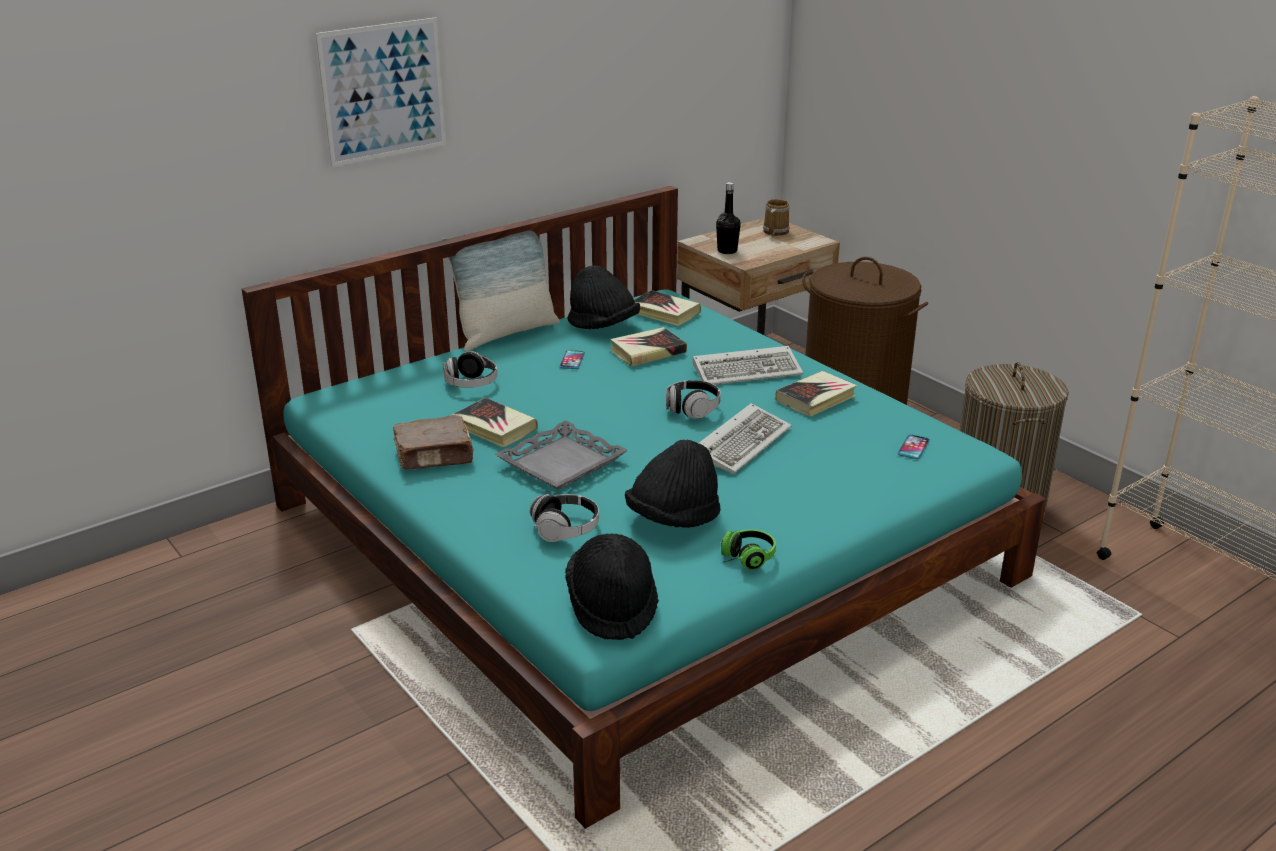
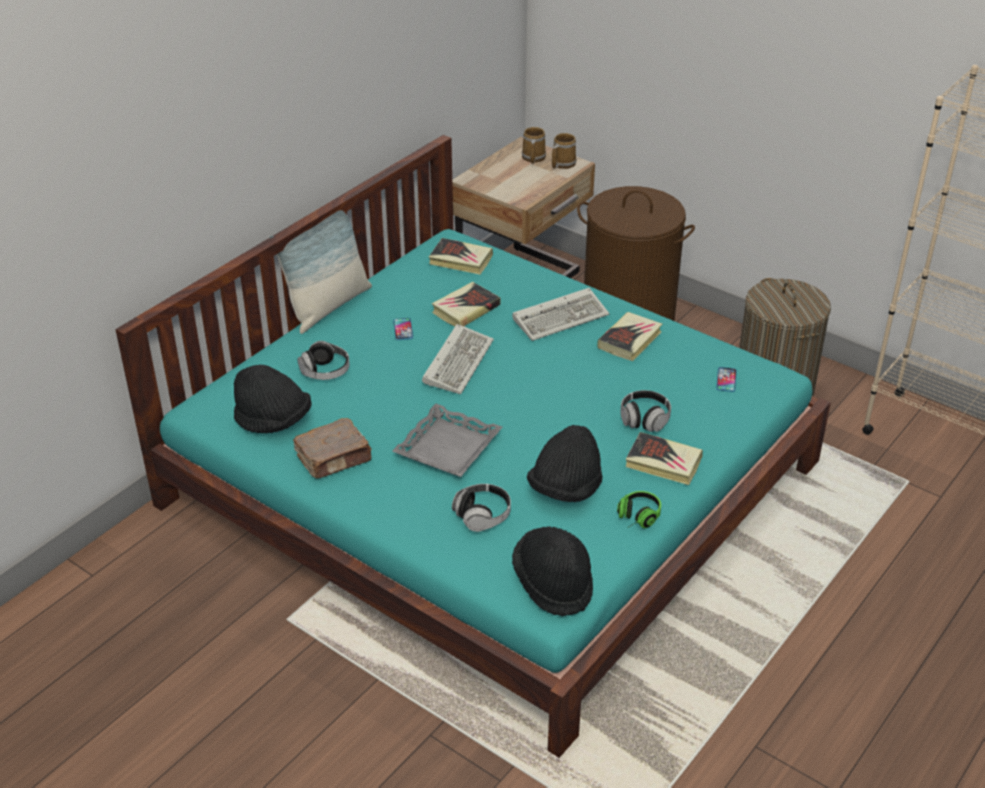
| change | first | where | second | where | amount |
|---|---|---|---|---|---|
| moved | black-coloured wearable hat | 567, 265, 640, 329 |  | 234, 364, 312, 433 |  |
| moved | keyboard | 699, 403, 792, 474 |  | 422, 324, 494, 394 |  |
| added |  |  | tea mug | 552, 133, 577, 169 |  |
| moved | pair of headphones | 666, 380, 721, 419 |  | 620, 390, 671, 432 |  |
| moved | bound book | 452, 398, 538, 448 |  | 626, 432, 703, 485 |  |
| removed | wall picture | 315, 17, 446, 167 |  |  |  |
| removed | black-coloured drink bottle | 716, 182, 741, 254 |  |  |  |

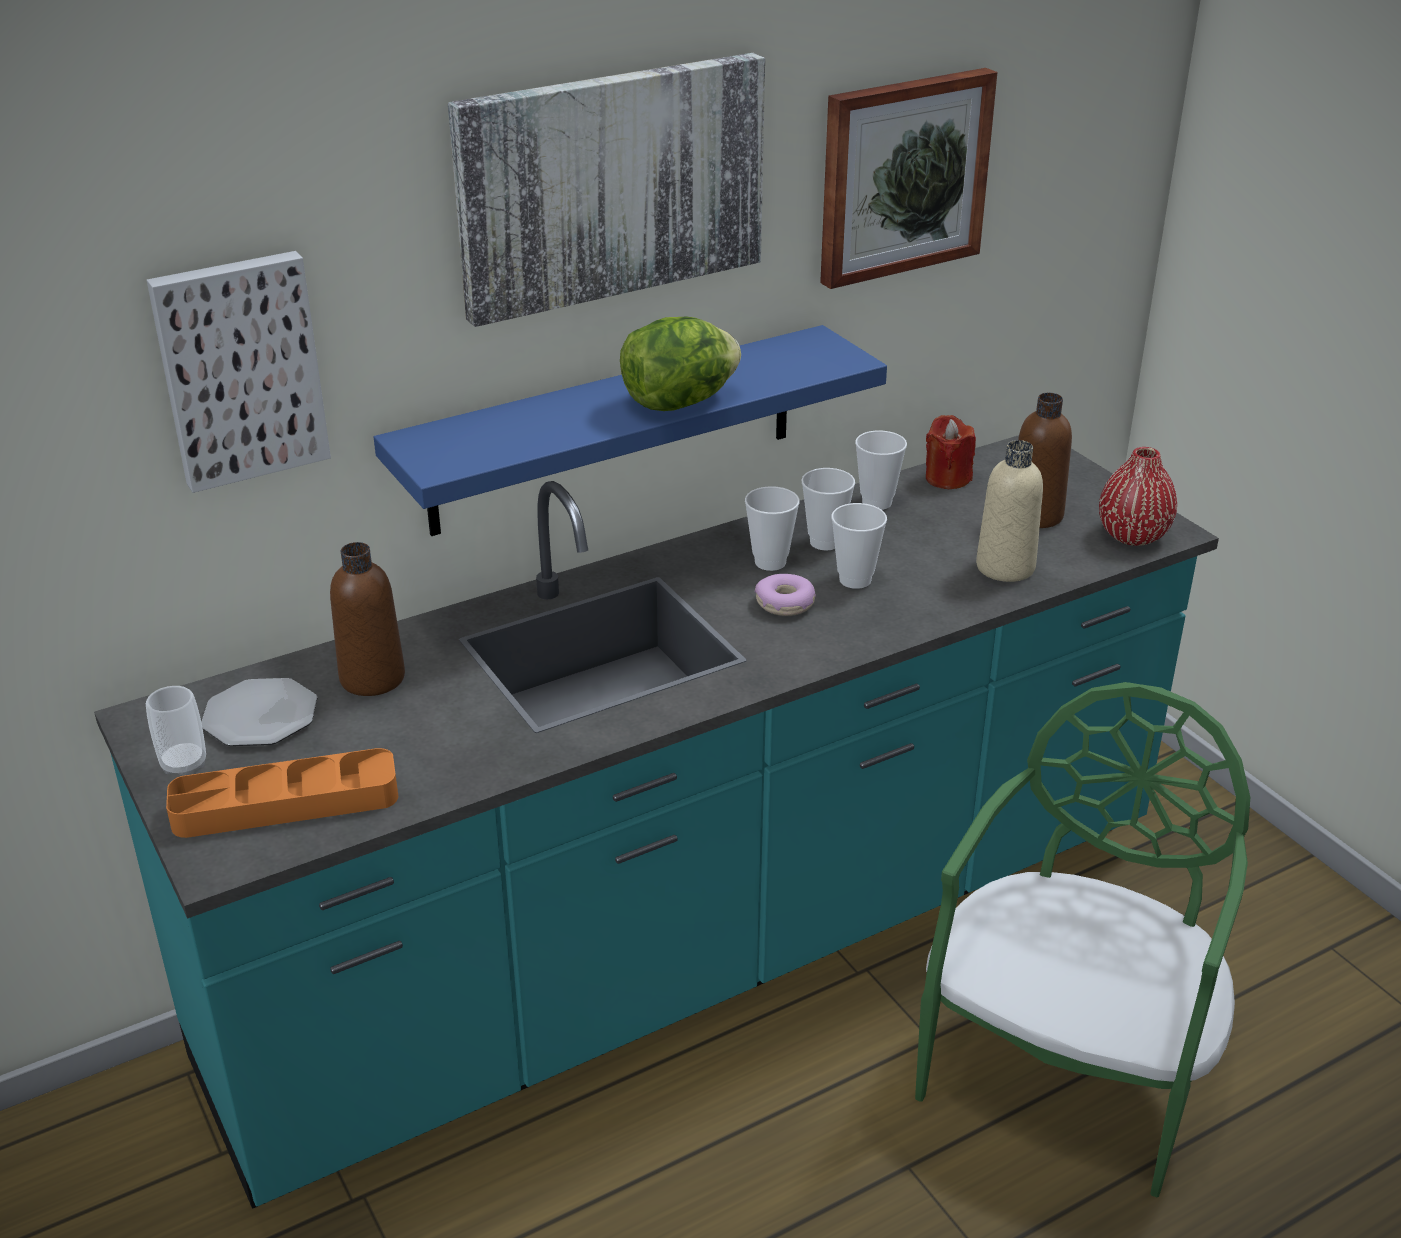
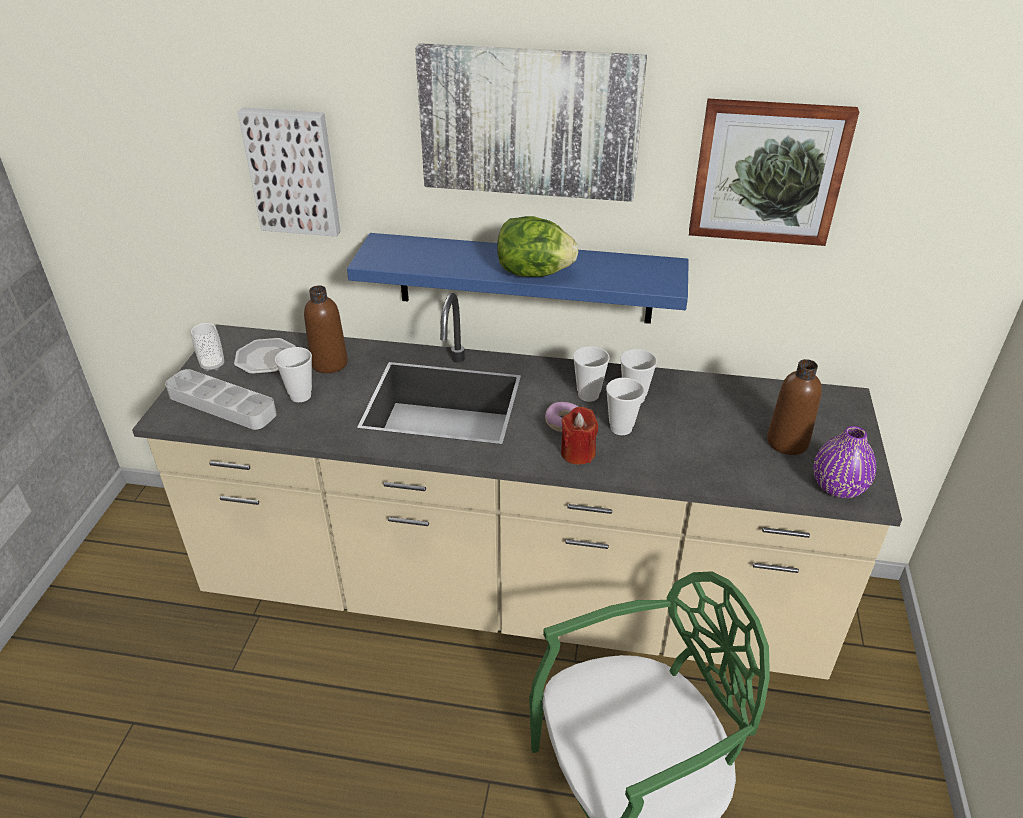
| change | first | where | second | where | amount |
|---|---|---|---|---|---|
| recoloured | blue-green kitchen counter | 94, 435, 1219, 1209 | beige-coloured kitchen counter | 132, 293, 902, 680 |  |
| recoloured | orange-coloured tray | 166, 748, 398, 838 | greyish tray | 165, 369, 277, 430 |  |
| moved | small cup | 855, 431, 907, 510 |  | 275, 347, 312, 402 |  |
| moved | reddish wax light | 926, 415, 976, 489 |  | 561, 407, 598, 465 |  |
| recoloured | reddish flower vase | 1099, 447, 1177, 546 | purple flower vase | 813, 426, 876, 498 |  |
| removed | beige-coloured drink bottle | 976, 440, 1043, 582 |  |  |  |

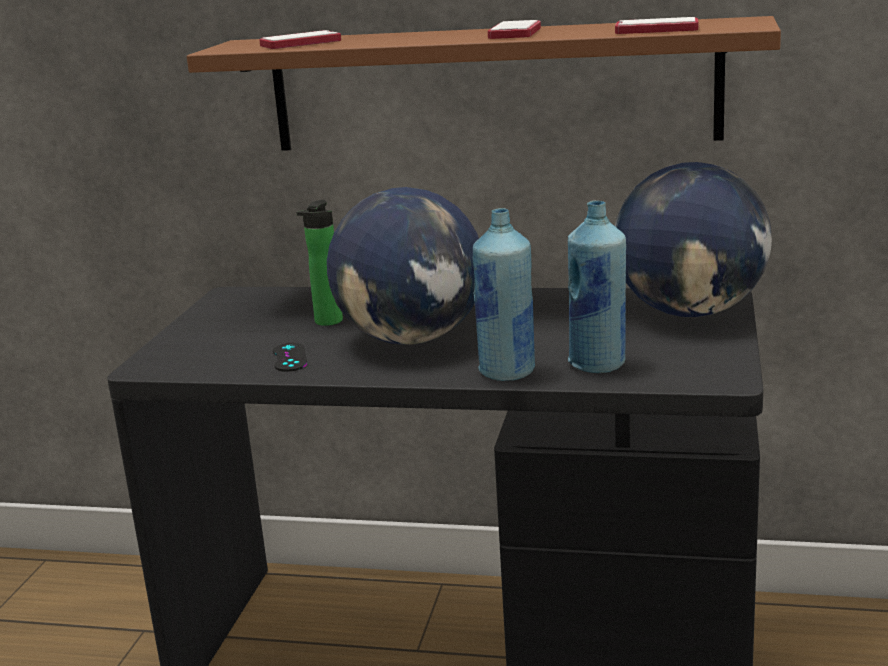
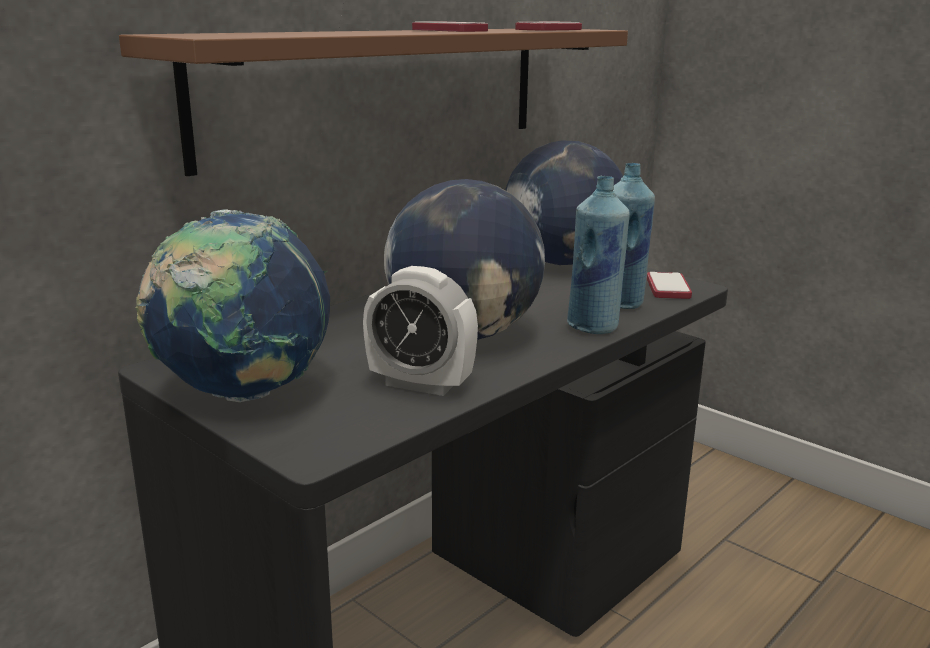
| change | first | where | second | where | amount |
|---|---|---|---|---|---|
| added |  |  | desk globe | 136, 209, 330, 402 |  |
| replaced | black-coloured joypad | 273, 343, 307, 372 | bedside clock | 363, 266, 478, 396 |  |
| moved | handset | 259, 30, 341, 49 |  | 647, 272, 692, 299 |  |
| removed | drink bottle | 297, 200, 343, 326 |  |  |  |

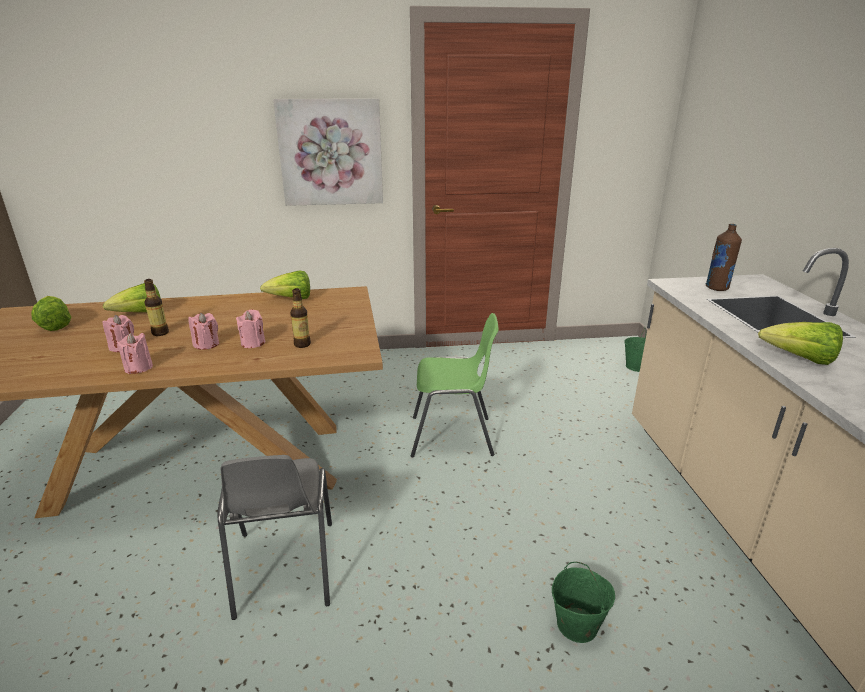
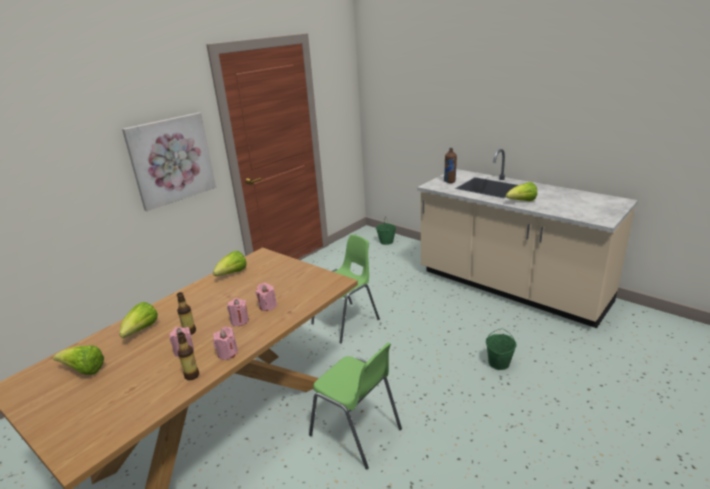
| change | first | where | second | where | amount |
|---|---|---|---|---|---|
| moved | drink bottle | 290, 288, 311, 348 |  | 177, 332, 199, 380 |  |
| recoloured | greyish plain chair | 218, 455, 332, 620 | greenish plain chair | 309, 343, 402, 469 |  |

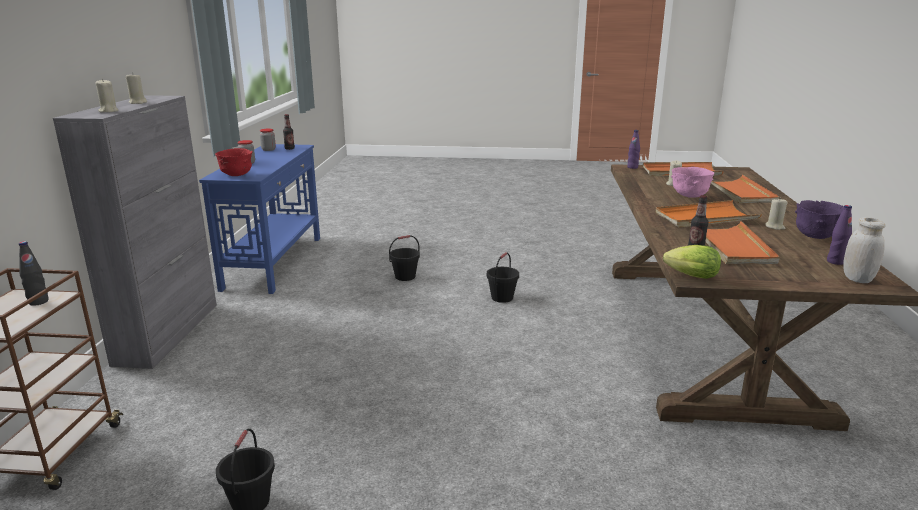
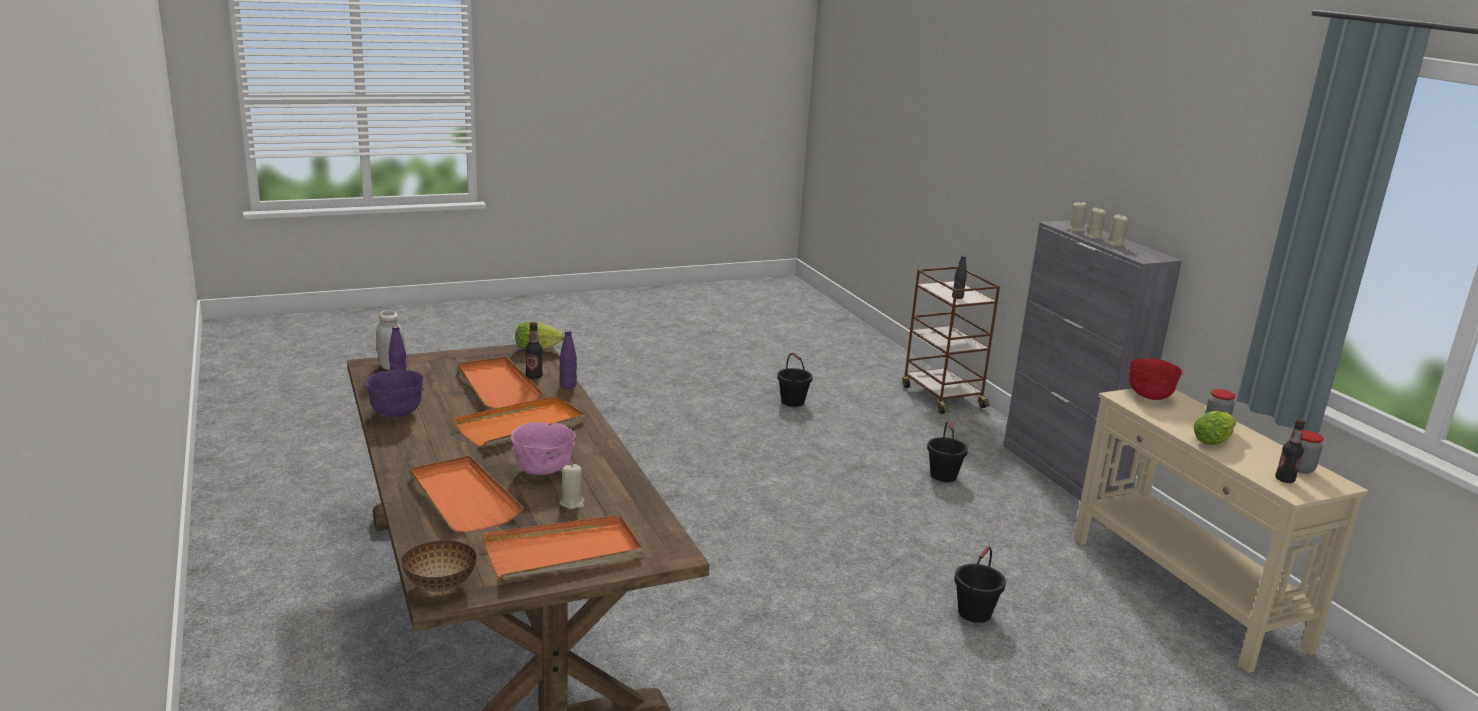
| change | first | where | second | where | amount |
|---|---|---|---|---|---|
| added |  |  | serving bowl | 402, 540, 477, 592 |  |
| moved | purple drink bottle | 627, 130, 640, 169 |  | 559, 330, 577, 388 |  |
| moved | black-coloured pail | 487, 252, 519, 303 |  | 927, 420, 968, 482 |  |
| recoloured | blue console table | 199, 144, 320, 294 | beige-coloured console table | 1073, 388, 1369, 673 |  |
| moved | beige-coloured wax light | 765, 198, 787, 230 |  | 1084, 208, 1106, 239 |  |
| added |  |  | lettuce head | 1193, 411, 1236, 445 |  |

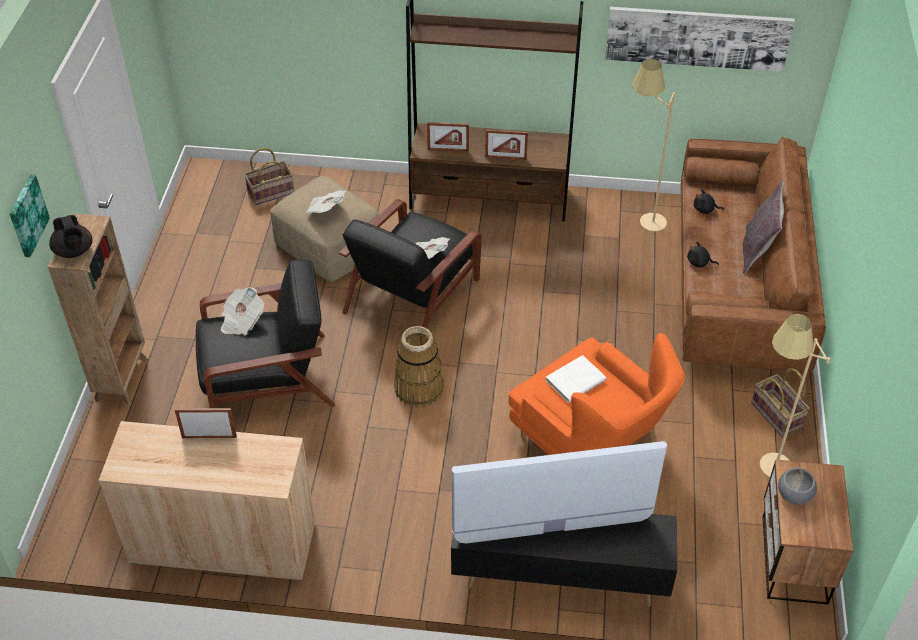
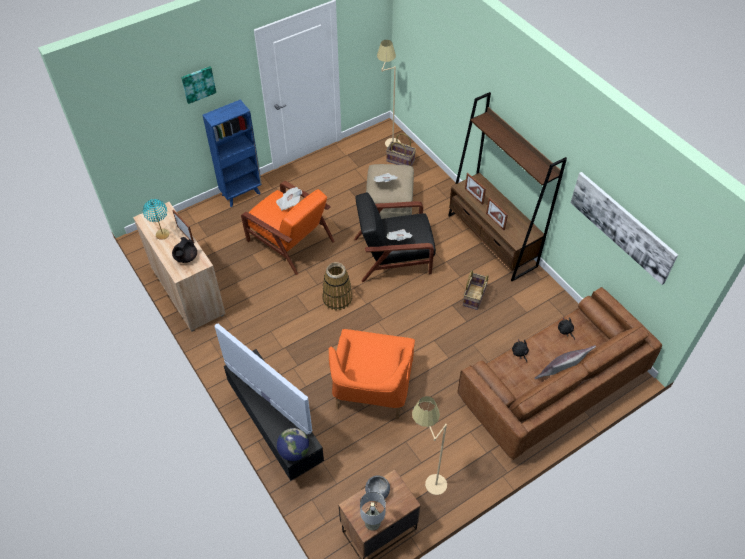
| change | first | where | second | where | amount |
|---|---|---|---|---|---|
| added |  |  | blue-green tabletop lamp | 143, 199, 170, 240 |  |
| moved | black-coloured pot for tea | 49, 215, 93, 258 |  | 172, 237, 197, 263 |  |
| recoloured | brown bookshelf | 48, 214, 148, 405 | blue bookshelf | 202, 100, 262, 207 |  |
| recoloured | black-coloured easy chair | 196, 260, 335, 408 | orange-coloured easy chair | 241, 181, 335, 275 |  |
| added |  |  | desk globe | 277, 428, 309, 461 |  |
| added |  |  | greyish tabletop lamp | 360, 491, 386, 531 |  |
| moved | beige-coloured standard lamp | 632, 59, 675, 231 |  | 377, 40, 401, 147 |  |
| moved | basket | 751, 368, 810, 437 |  | 463, 270, 489, 310 |  |
| removed | white-coloured bound book | 545, 355, 606, 403 |  |  |  |

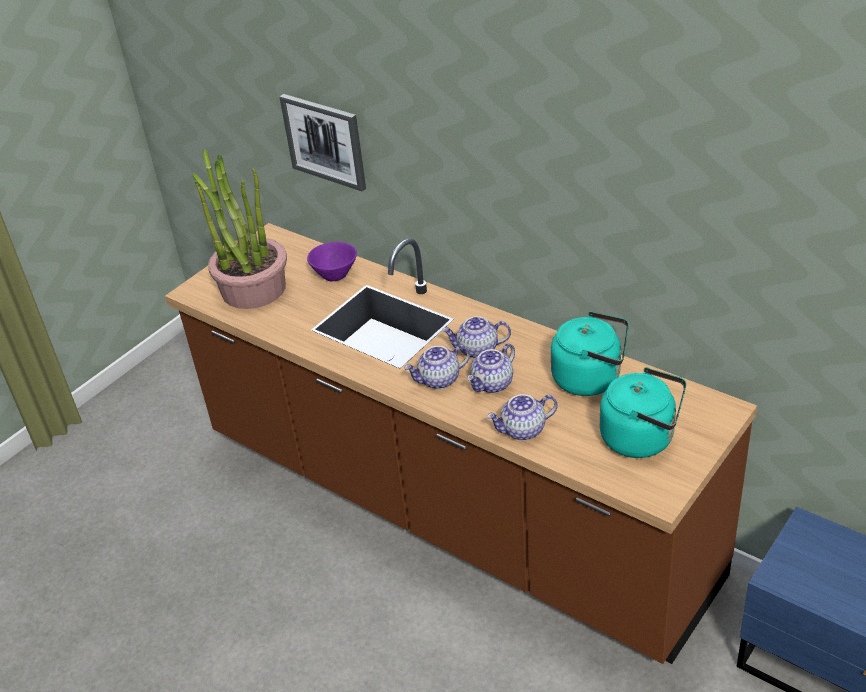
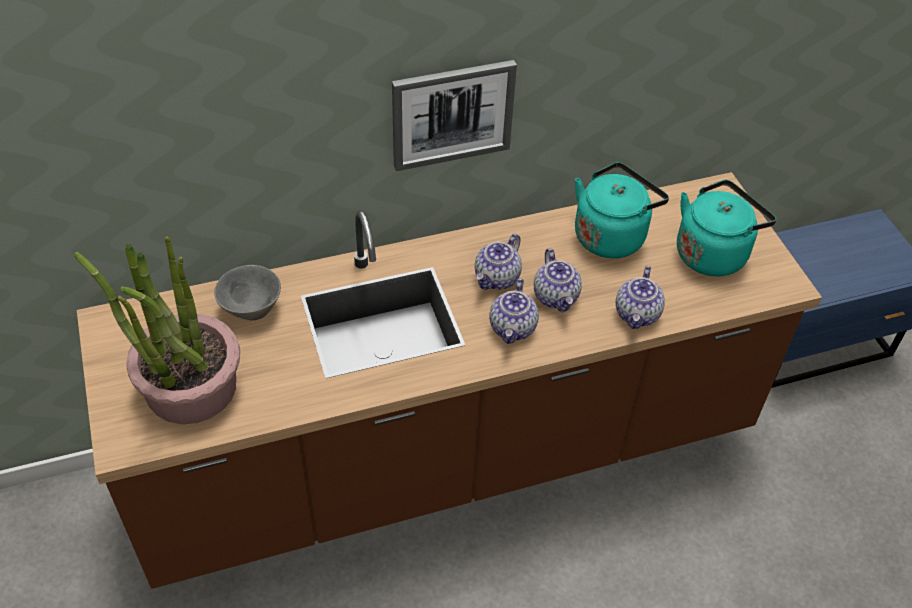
| change | first | where | second | where | amount |
|---|---|---|---|---|---|
| recoloured | purple serving bowl | 307, 242, 357, 281 | greyish serving bowl | 214, 265, 281, 320 |  |
| moved | wall picture | 279, 94, 366, 191 |  | 392, 60, 517, 171 |  |

